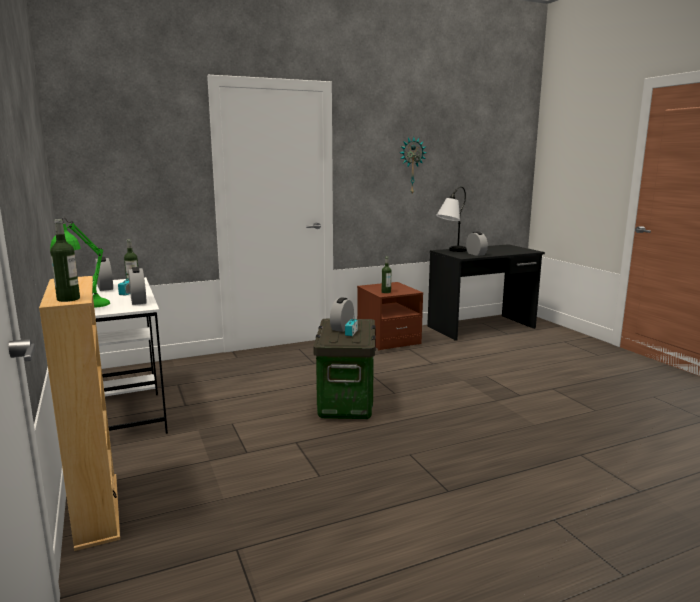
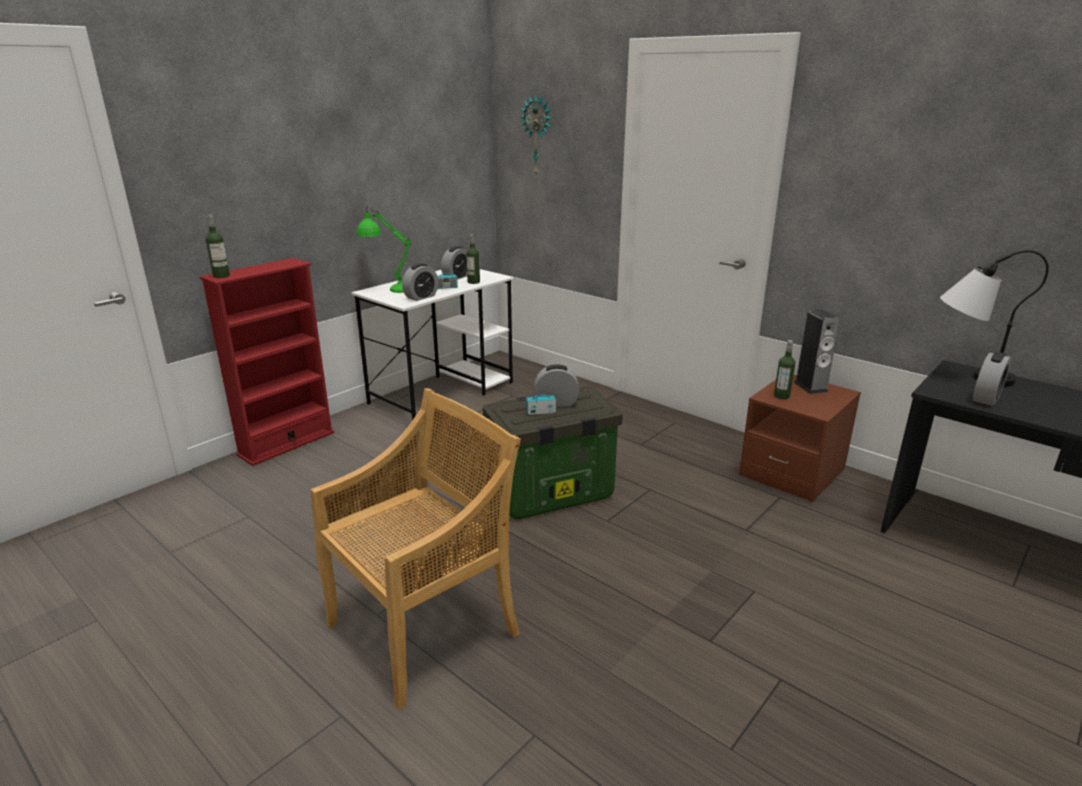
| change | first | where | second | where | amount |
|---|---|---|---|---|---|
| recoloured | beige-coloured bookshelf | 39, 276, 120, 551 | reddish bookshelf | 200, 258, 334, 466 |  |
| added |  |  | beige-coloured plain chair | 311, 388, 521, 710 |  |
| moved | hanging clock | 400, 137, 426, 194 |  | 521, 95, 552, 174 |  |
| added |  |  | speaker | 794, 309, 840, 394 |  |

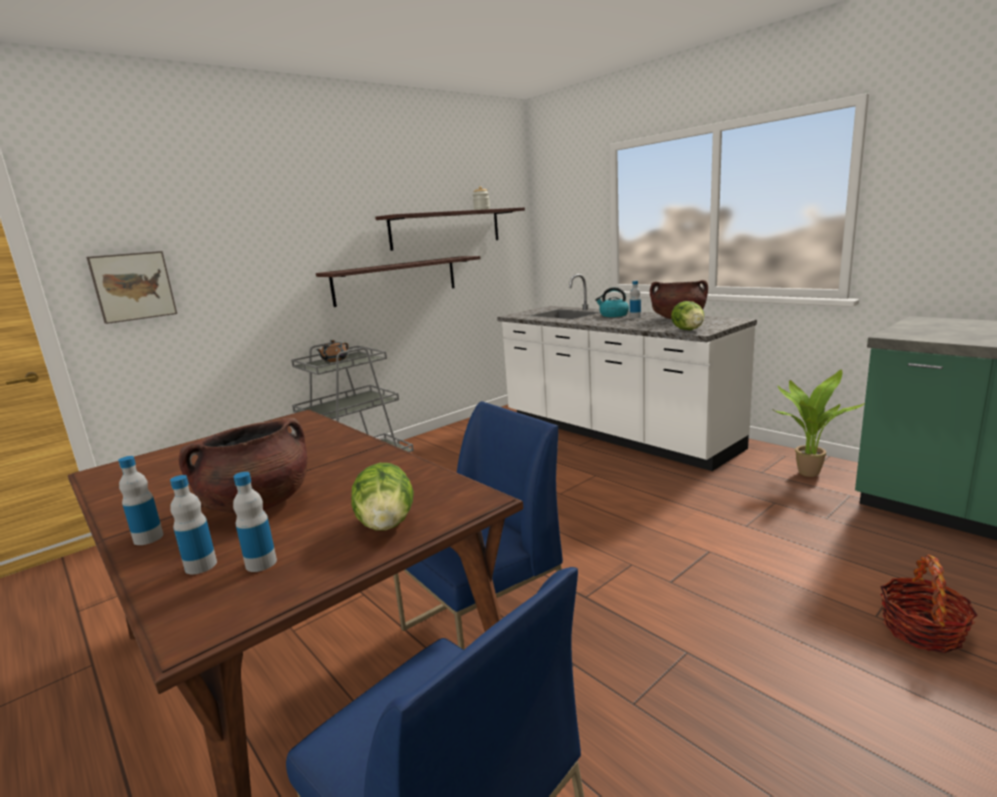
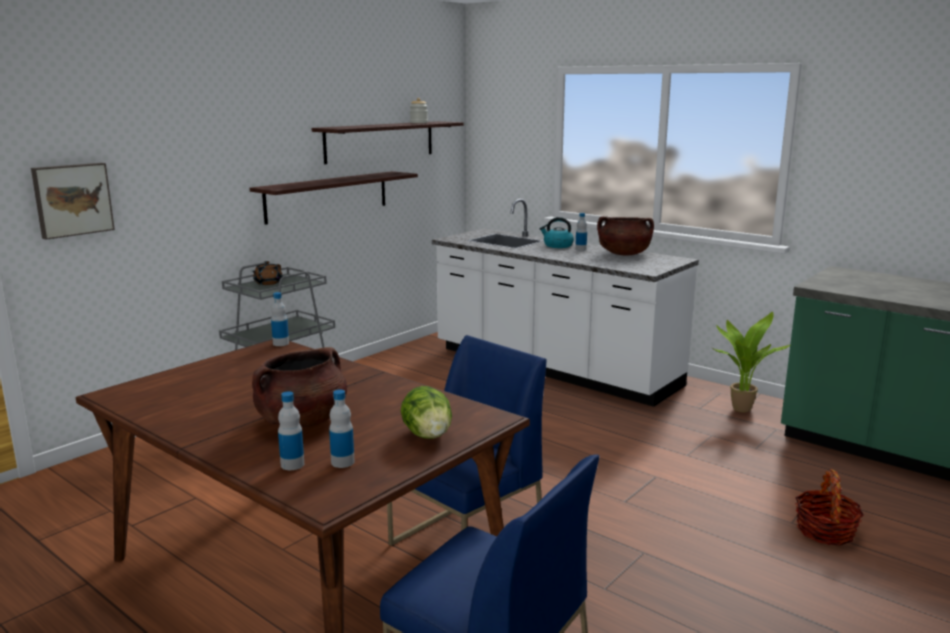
| change | first | where | second | where | amount |
|---|---|---|---|---|---|
| moved | drink bottle | 118, 456, 163, 545 |  | 271, 292, 289, 346 |  |
| removed | lettuce head | 671, 301, 704, 330 |  |  |  |

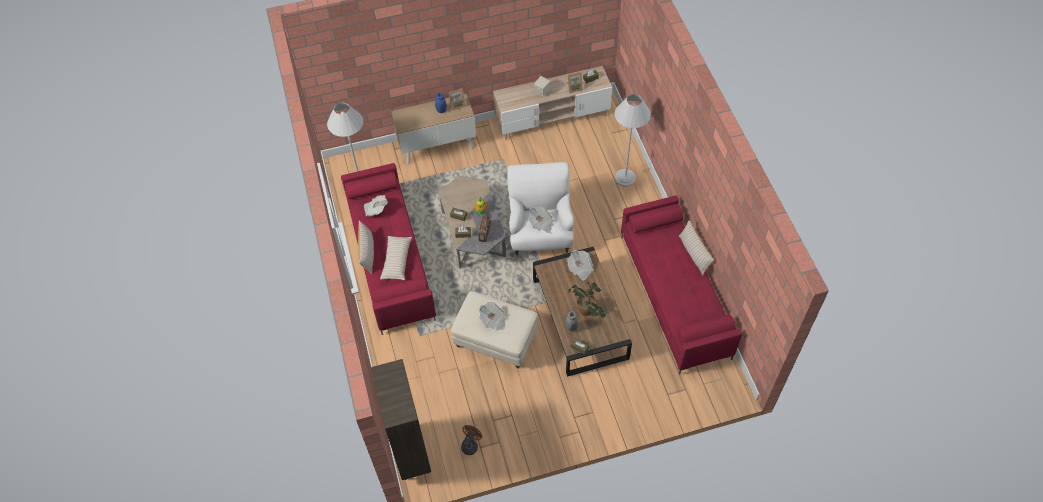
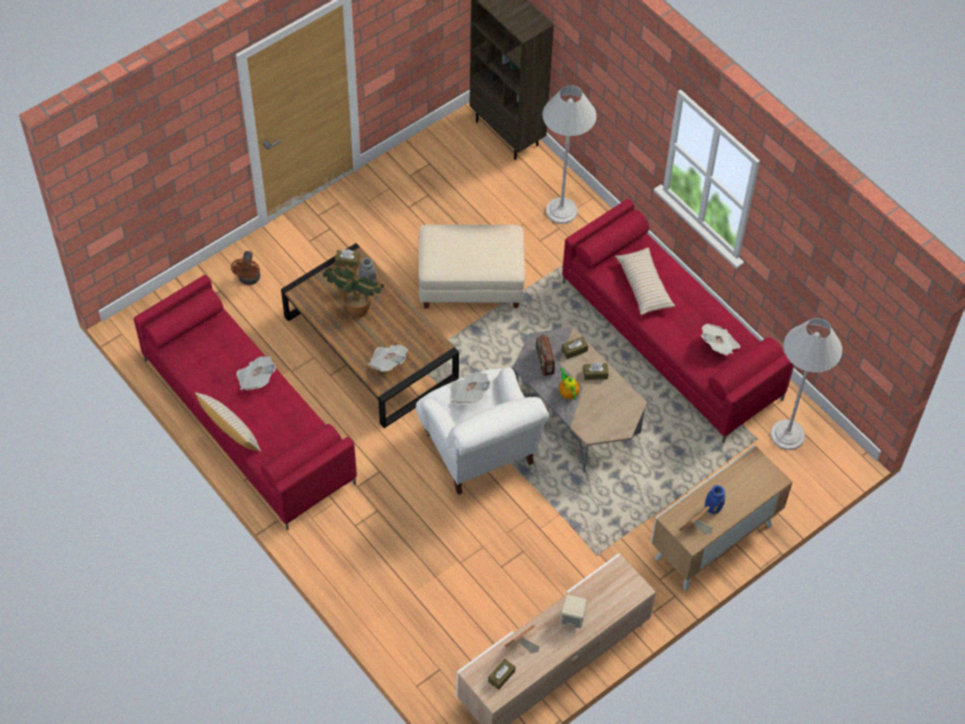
| change | first | where | second | where | amount |
|---|---|---|---|---|---|
| moved | brown cooling fan | 461, 425, 482, 455 |  | 231, 251, 260, 285 |  |
| moved | daily paper | 479, 302, 507, 330 |  | 236, 356, 276, 390 |  |
| moved | white-coloured standard lamp | 615, 94, 651, 186 |  | 543, 85, 597, 224 |  |
| removed | beige-coloured pillow | 358, 220, 374, 275 |  |  |  |

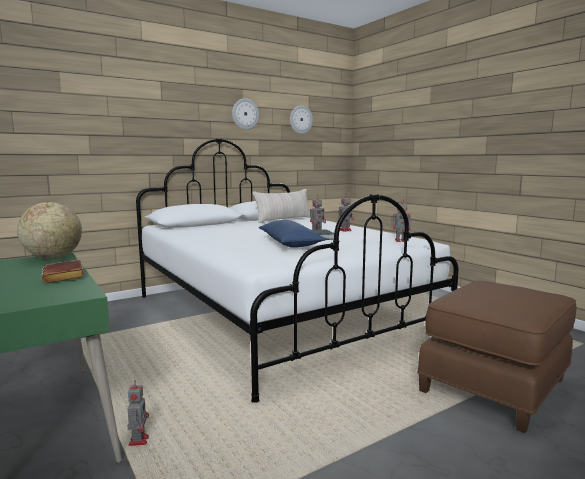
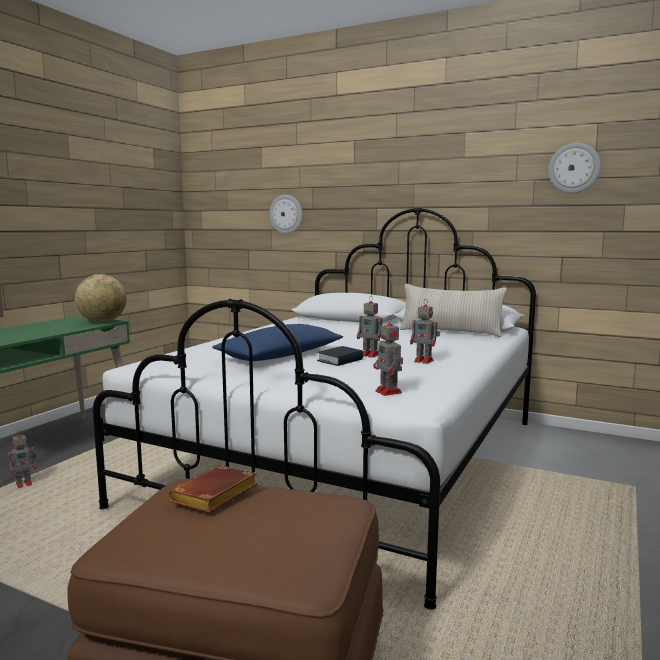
| change | first | where | second | where | amount |
|---|---|---|---|---|---|
| moved | brown bound book | 42, 260, 84, 283 |  | 169, 465, 257, 513 |  |
| moved | hanging clock | 232, 98, 259, 130 |  | 269, 195, 302, 234 |  |

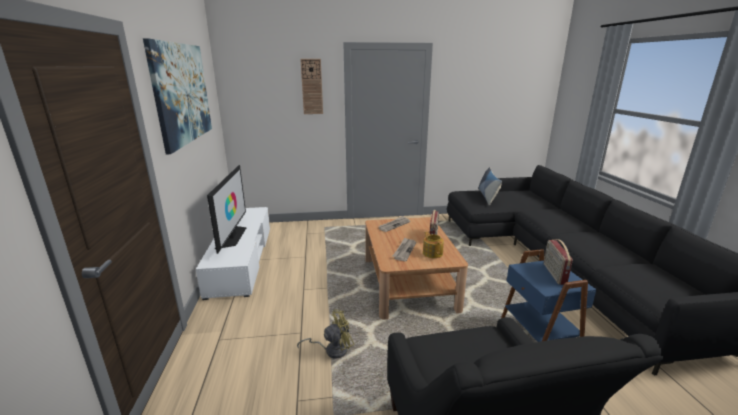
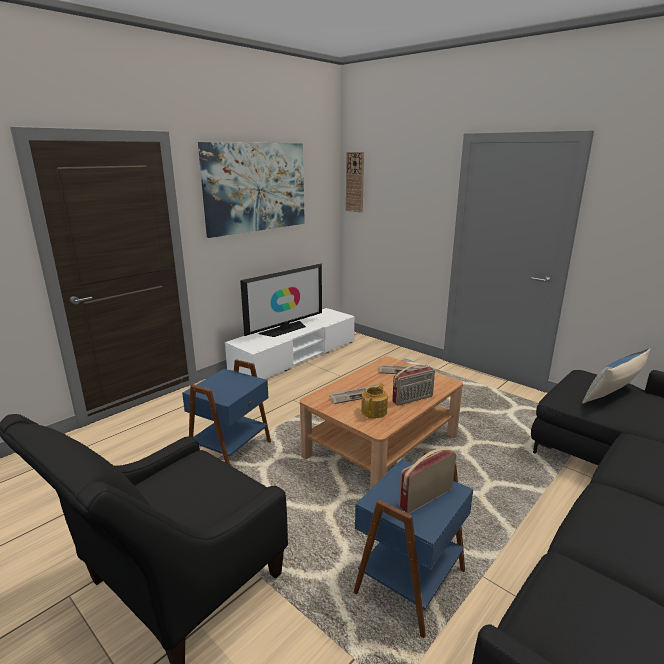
| change | first | where | second | where | amount |
|---|---|---|---|---|---|
| replaced | yellowish cooling fan | 297, 309, 354, 358 | blue accent table | 182, 359, 271, 465 |  |
| moved | hanging clock | 300, 59, 323, 114 |  | 346, 152, 364, 213 |  |

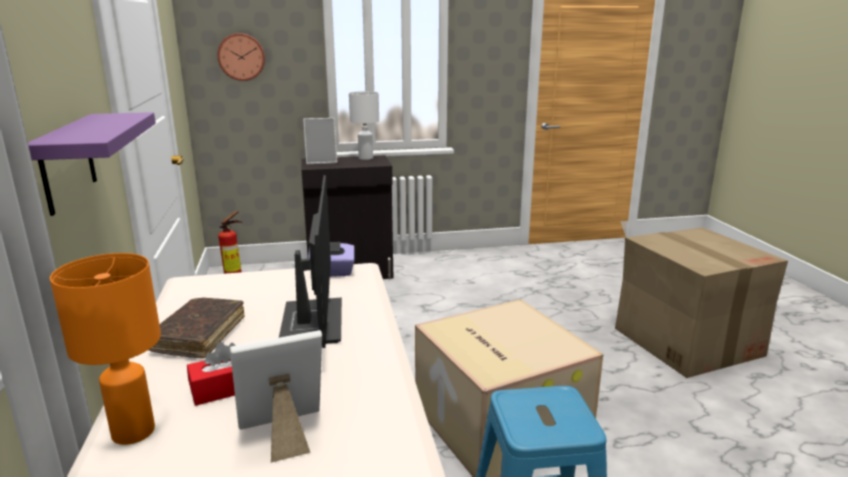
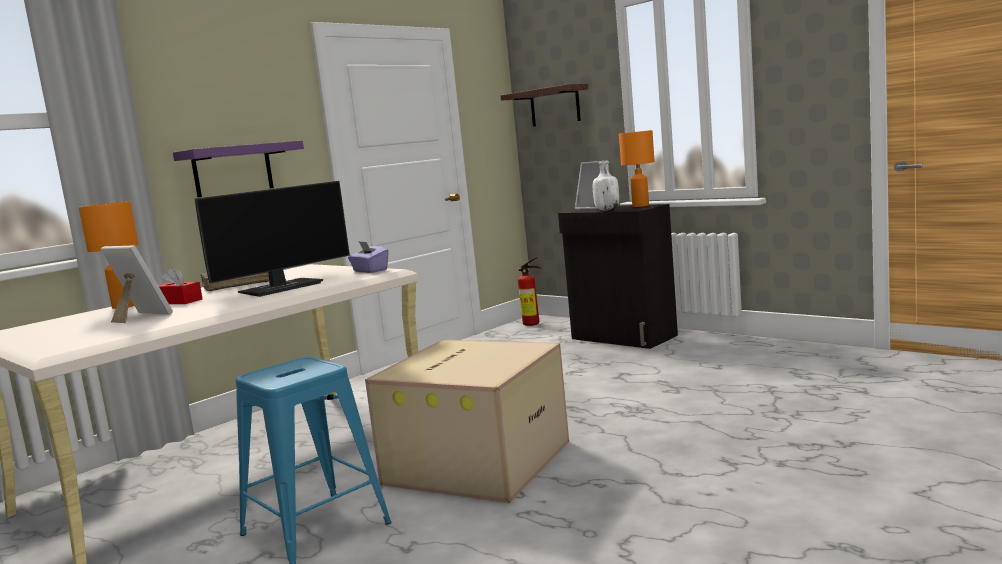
| change | first | where | second | where | amount |
|---|---|---|---|---|---|
| replaced | hanging clock | 217, 33, 265, 81 | bracket shelf | 500, 84, 589, 127 |  |
| added |  |  | white-coloured drink bottle | 593, 161, 619, 211 |  |
| recoloured | white-coloured tabletop lamp | 349, 91, 379, 160 | orange-coloured tabletop lamp | 619, 130, 655, 207 |  |
| removed | packing box | 615, 227, 788, 378 |  |  |  |

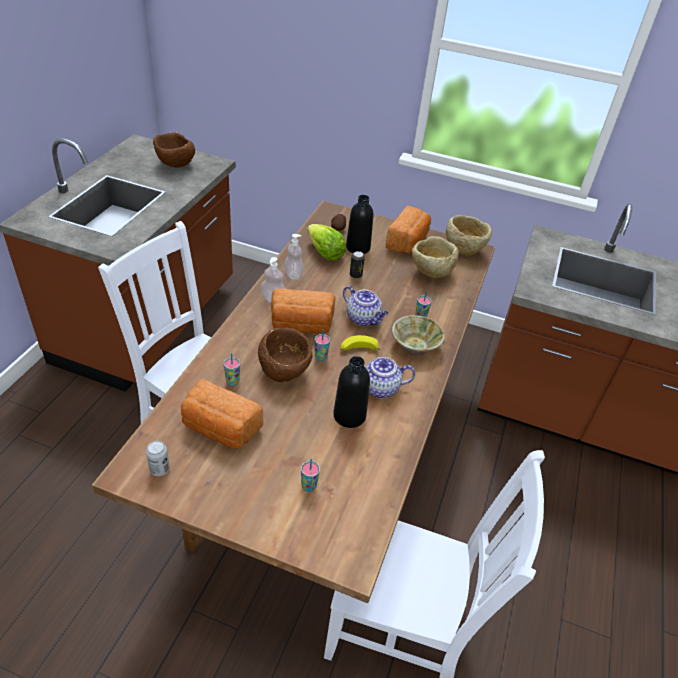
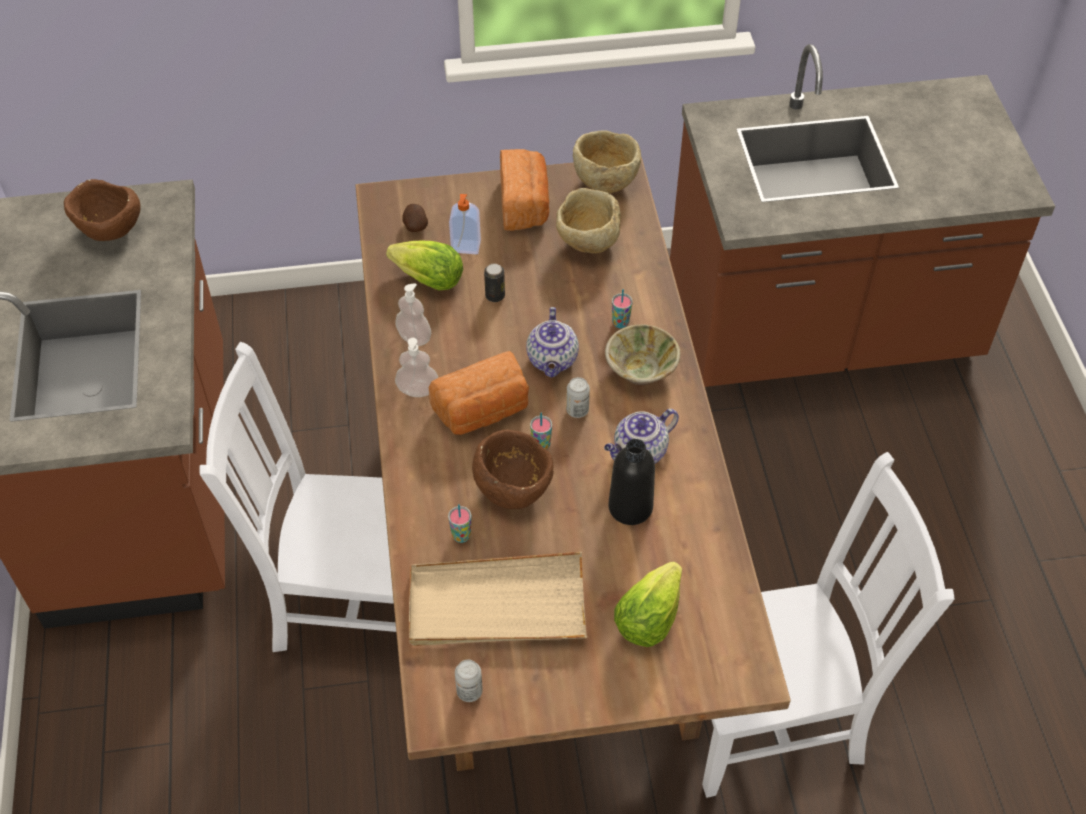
| change | first | where | second | where | amount |
|---|---|---|---|---|---|
| replaced | bakery bread | 181, 379, 263, 449 | beige-coloured tray | 409, 552, 587, 646 |  |
| replaced | black-coloured drink bottle | 346, 195, 373, 254 | soap dispenser | 449, 194, 481, 254 |  |
| turned | pot for tea | 343, 286, 388, 326 |  | 526, 307, 579, 378 | 75 degrees clockwise |
| replaced | banana fruit | 340, 335, 380, 350 | can | 566, 377, 590, 418 |  |
| replaced | small cup | 301, 458, 320, 492 | lettuce head | 614, 562, 682, 647 |  |

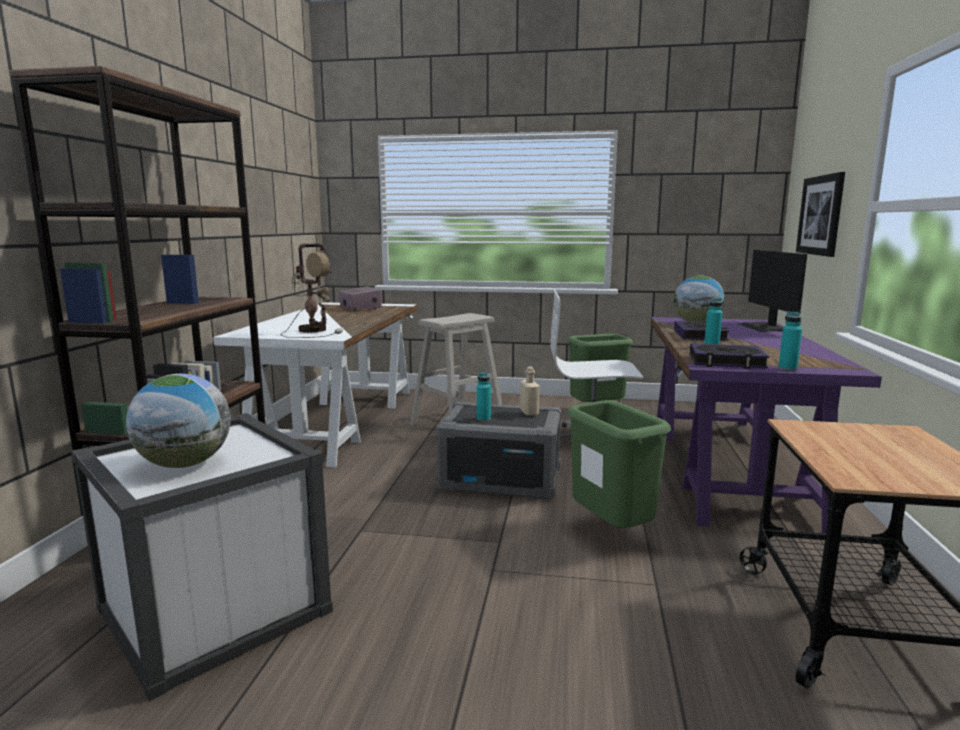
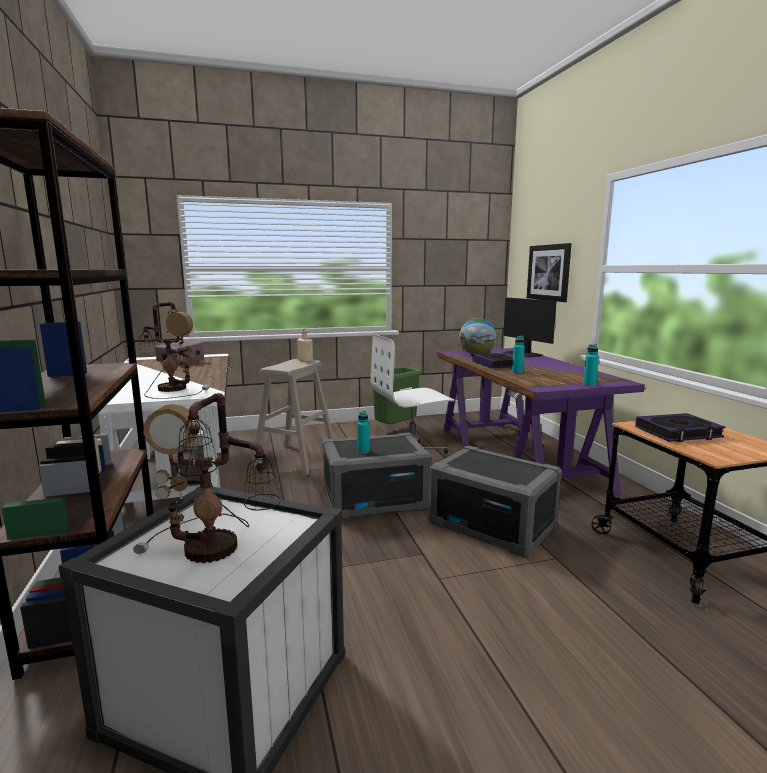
| change | first | where | second | where | amount |
|---|---|---|---|---|---|
| replaced | desk globe | 126, 374, 231, 468 | tabletop lamp | 133, 393, 281, 563 |  |
| moved | beige-coloured drink bottle | 520, 366, 540, 416 |  | 297, 328, 313, 362 |  |
| replaced | greenish waste bin | 567, 400, 671, 528 | greyish storage container | 429, 445, 562, 558 |  |
| moved | bound book | 690, 343, 769, 369 |  | 635, 413, 725, 442 |  |

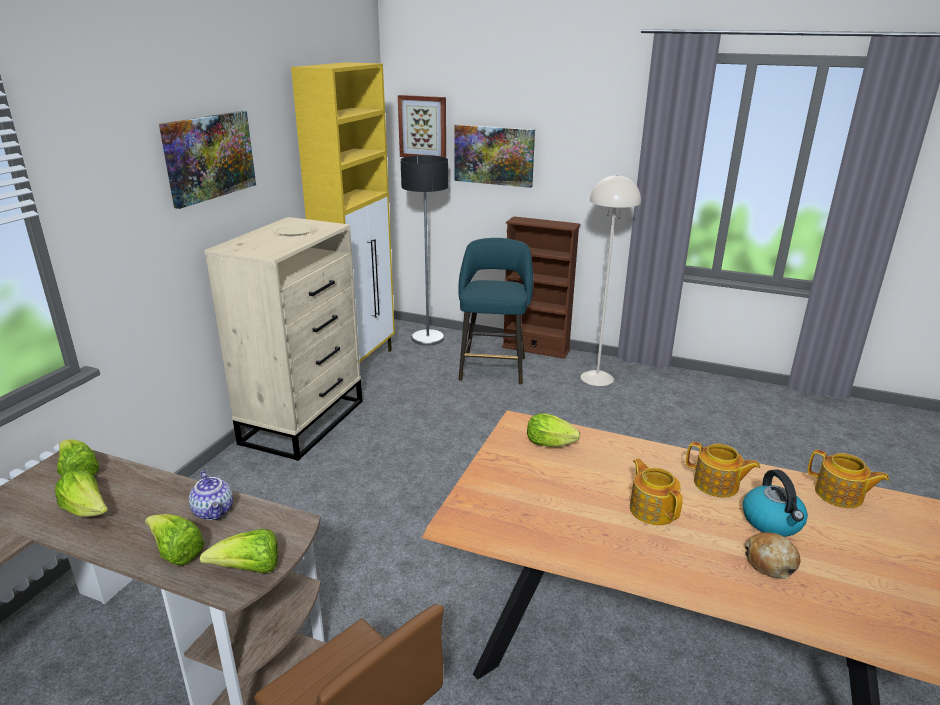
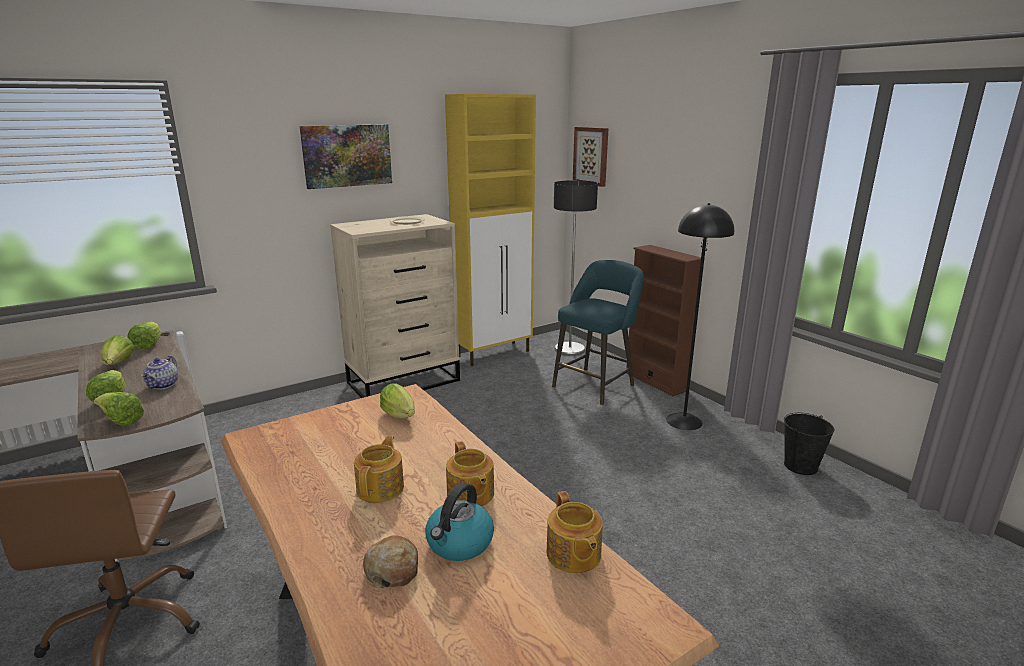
| change | first | where | second | where | amount |
|---|---|---|---|---|---|
| recoloured | beige-coloured standard lamp | 581, 174, 641, 386 | black-coloured standard lamp | 666, 203, 734, 430 |  |
| added |  |  | black-coloured pail | 784, 413, 834, 475 |  |
| removed | wall picture | 454, 125, 535, 188 |  |  |  |

